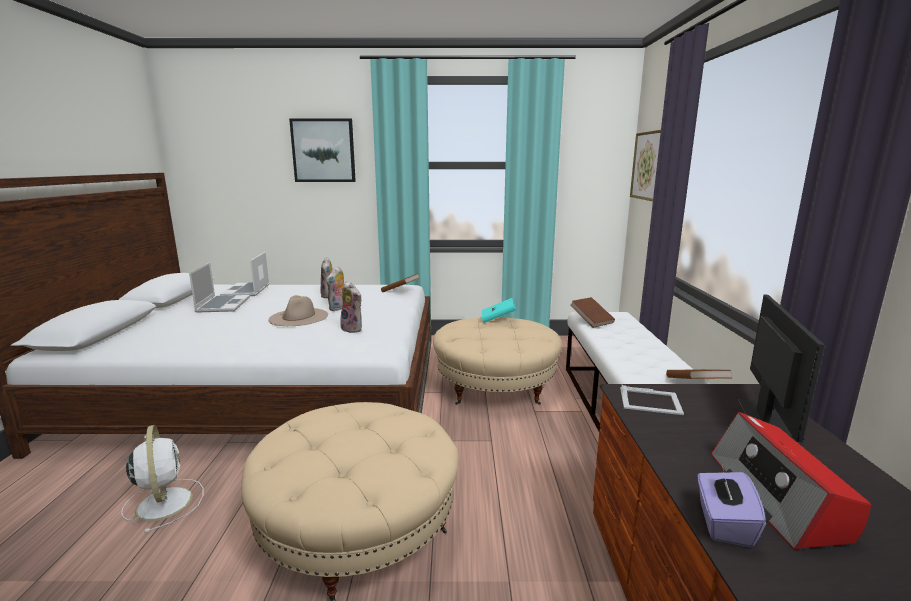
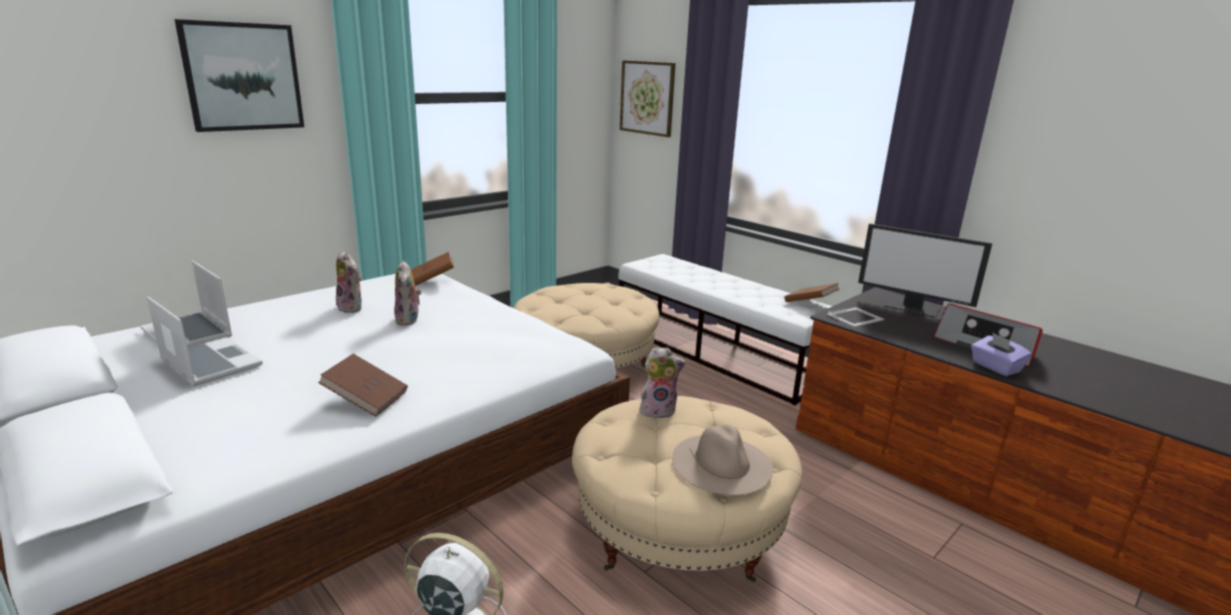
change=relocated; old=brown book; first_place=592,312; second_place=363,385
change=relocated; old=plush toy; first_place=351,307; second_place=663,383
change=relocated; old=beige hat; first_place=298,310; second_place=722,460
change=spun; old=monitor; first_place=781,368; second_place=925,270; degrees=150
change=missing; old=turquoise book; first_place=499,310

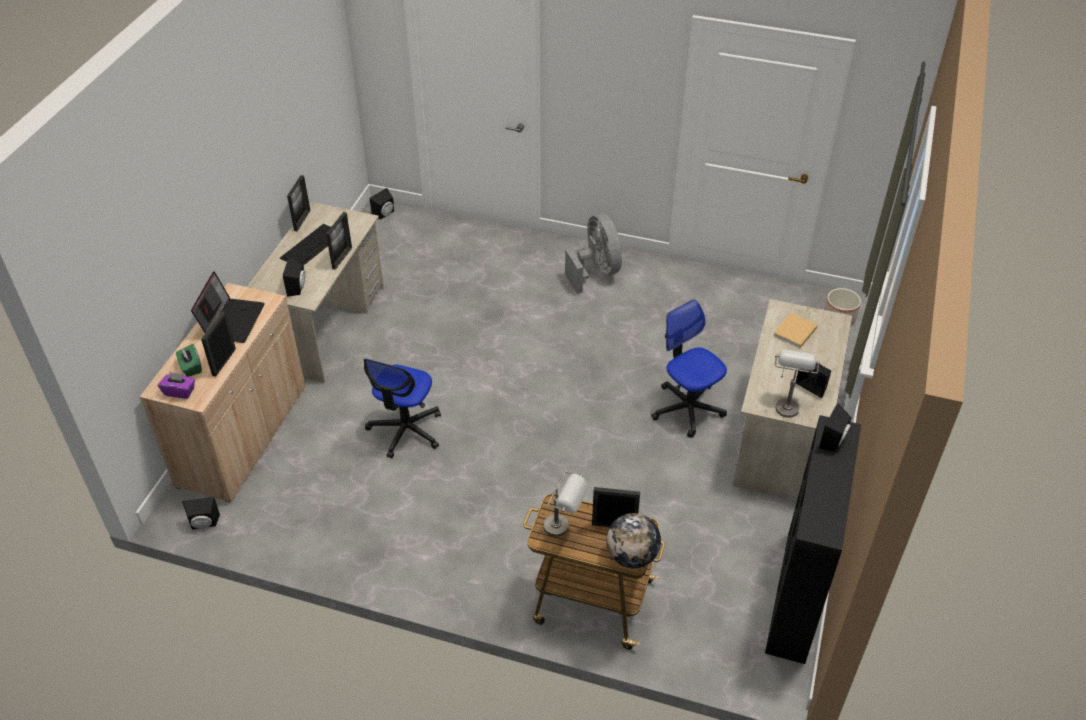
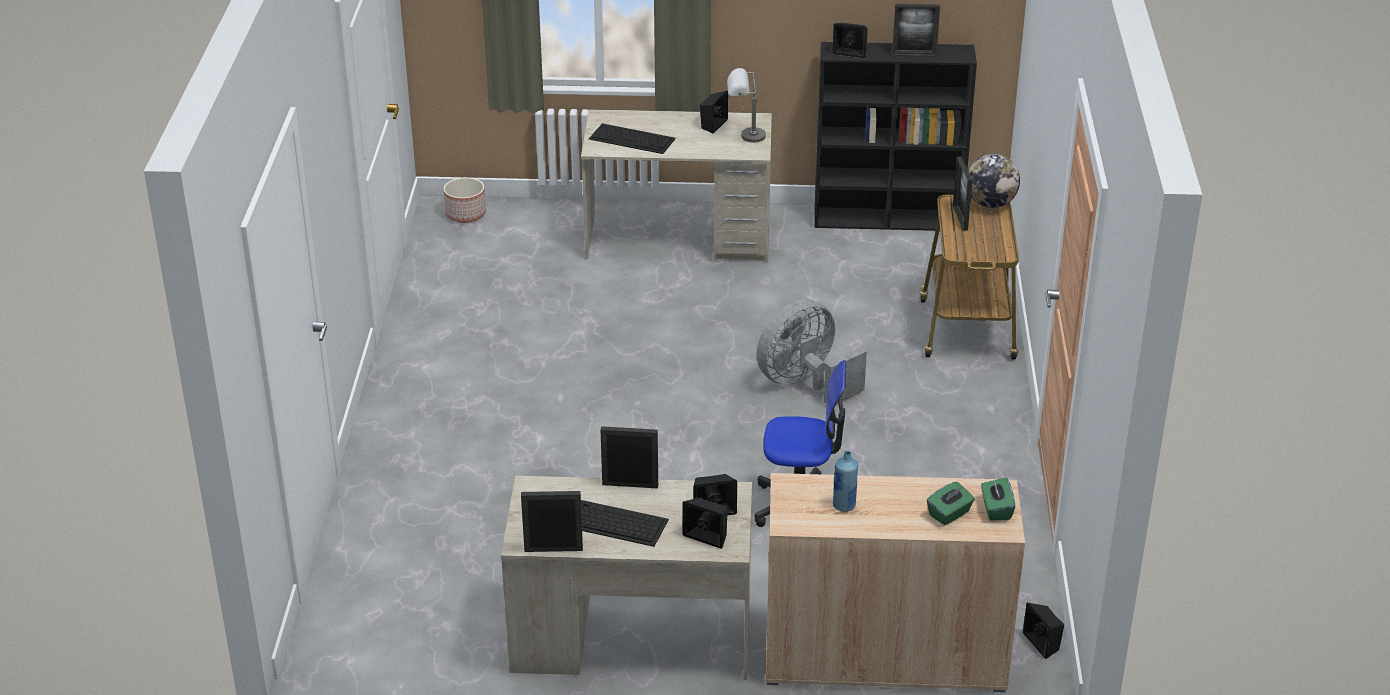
change=exchanged; old=beige book; new=keyboard; first_place=795,330; second_place=632,138
change=relocated; old=black speaker; first_place=382,203; second_place=704,523
change=relocated; old=grey fan; first_place=593,253; second_place=811,351
change=exchanged; old=laptop; new=blue bottle; first_place=228,307; second_place=845,481
change=relocated; old=picture frame; first_place=218,344; second_place=916,30
change=colour; old=purple tissue box; new=green tissue box; first_place=176,385; second_place=998,499
change=missing; old=grey table lamp; first_place=566,504
change=missing; old=office chair; first_place=689,369

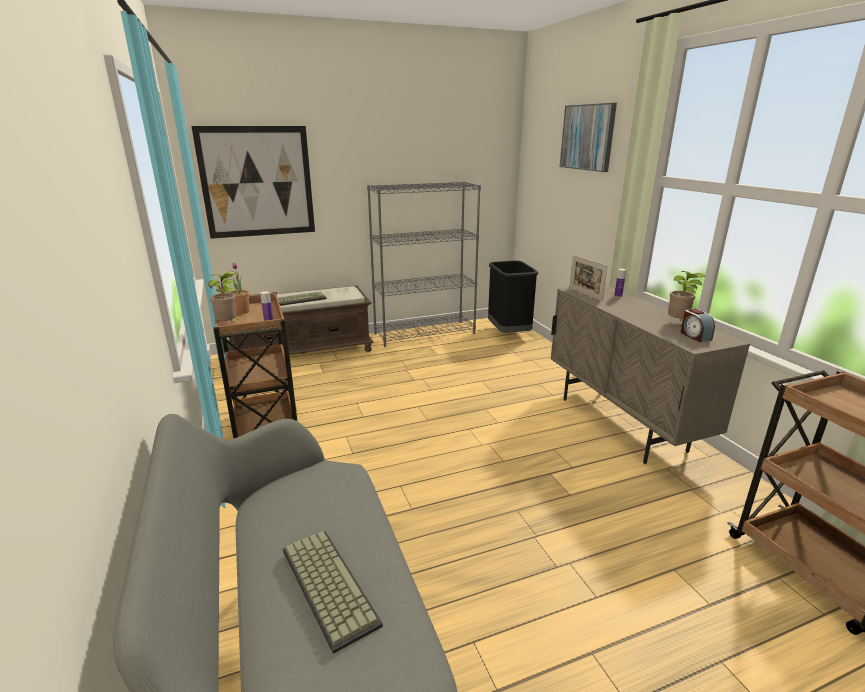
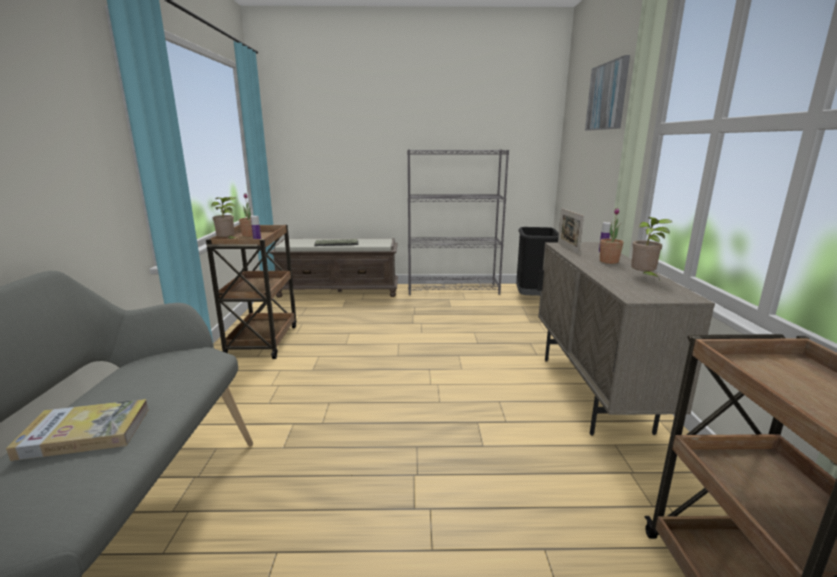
change=exchanged; old=keyboard; new=book; first_place=333,592; second_place=77,430
change=appeared; new=potted plant; second_place=611,236
change=missing; old=picture; first_place=253,182
change=missing; old=alarm clock; first_place=698,325

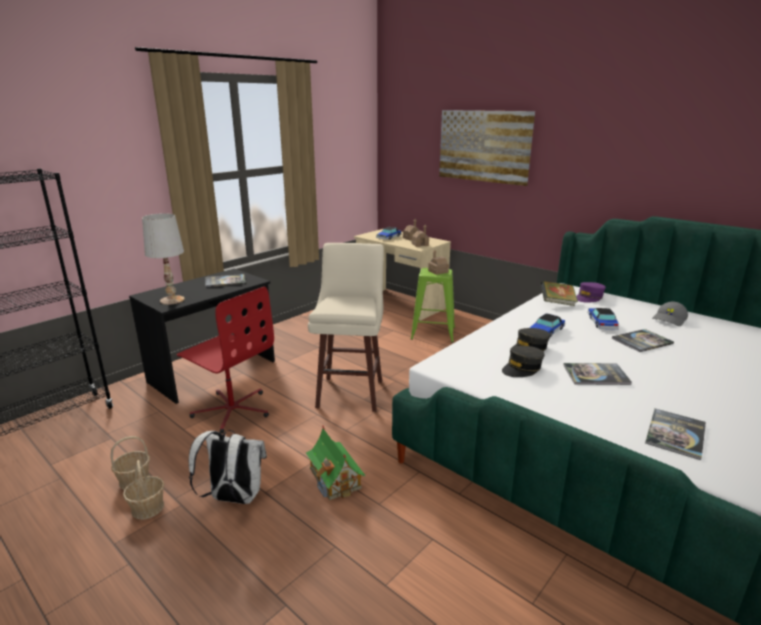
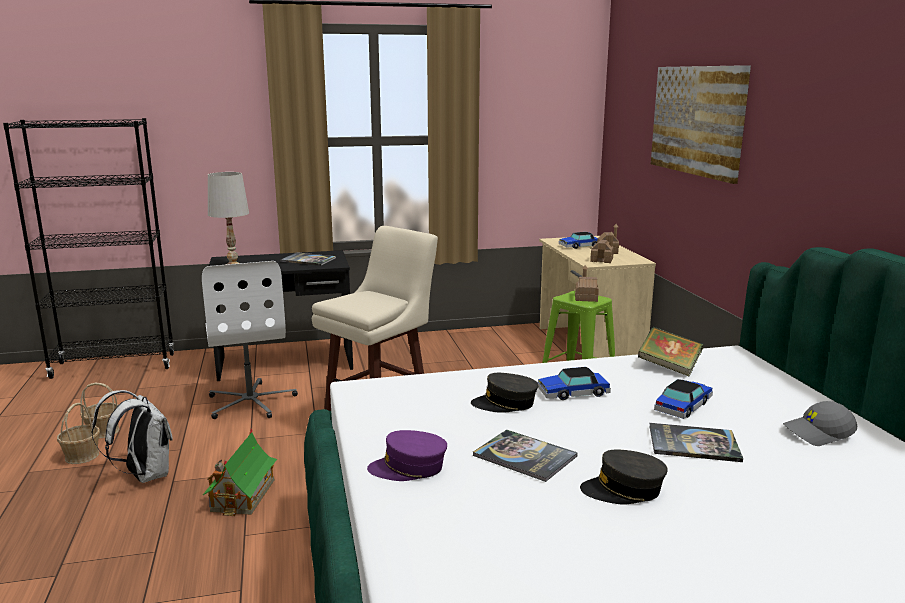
change=colour; old=red office chair; new=white office chair; first_place=225,360; second_place=250,340
change=relocated; old=purple cap; first_place=591,292; second_place=407,455
change=relocated; old=grey cap; first_place=523,361; second_place=624,476
change=missing; old=book; first_place=675,434

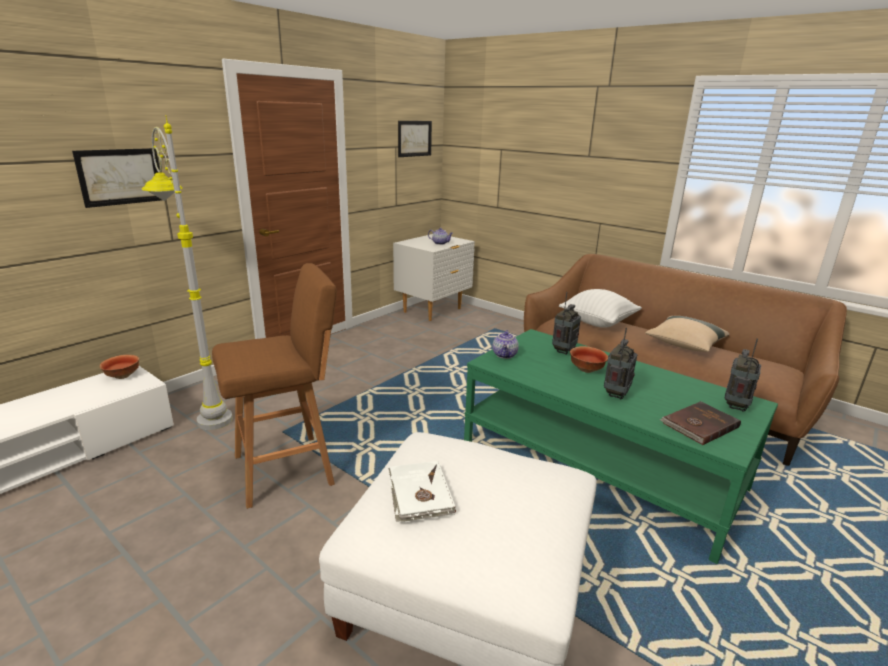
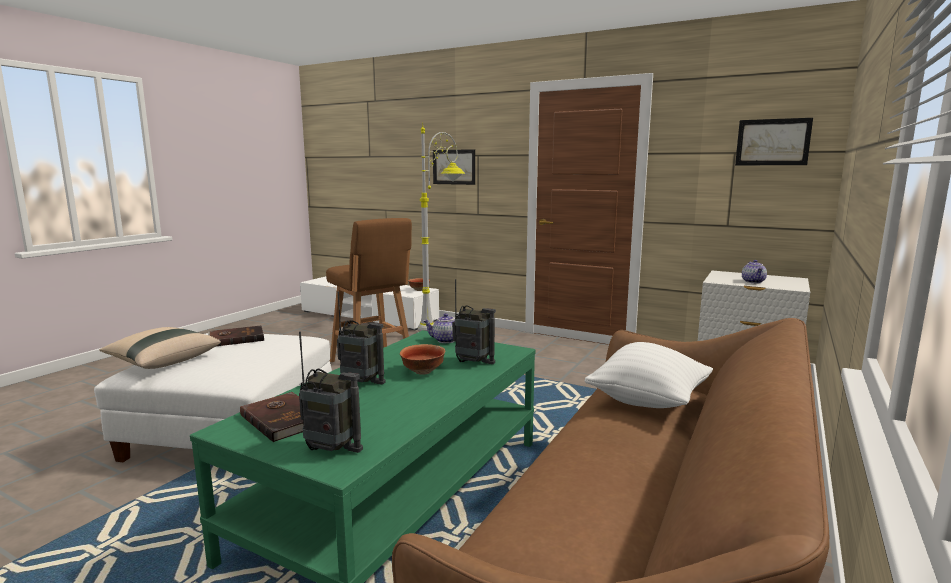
change=relocated; old=beige pillow; first_place=687,334; second_place=160,348
change=colour; old=white book; new=brown book; first_place=422,491; second_place=236,335

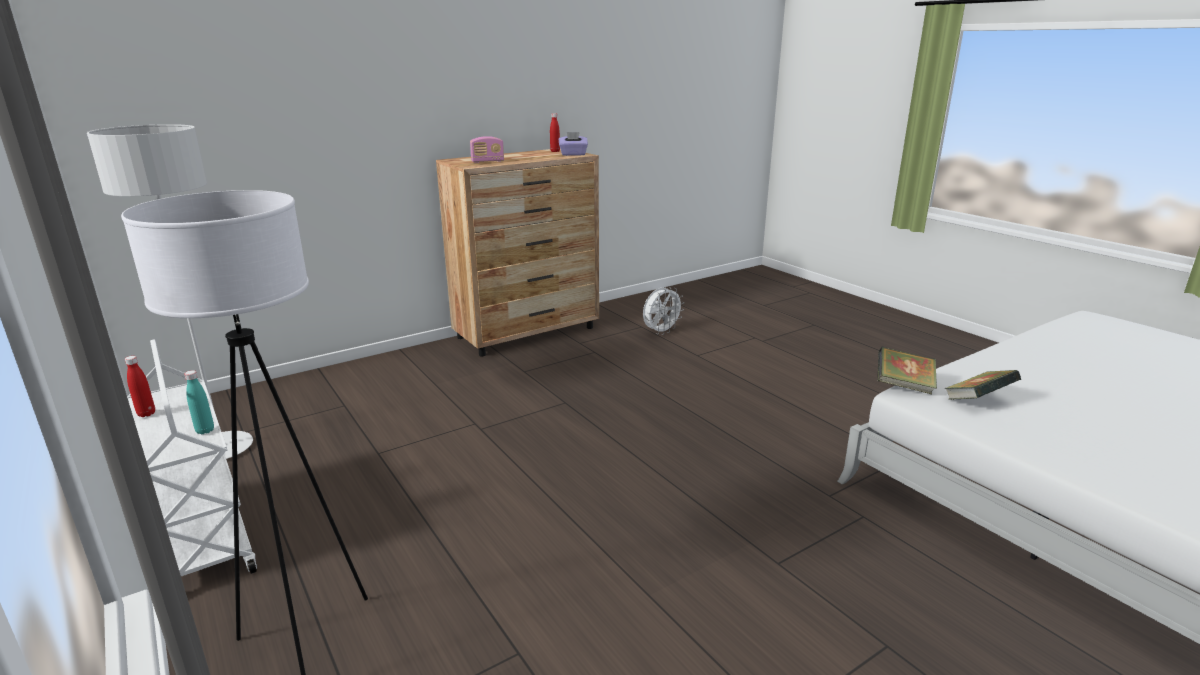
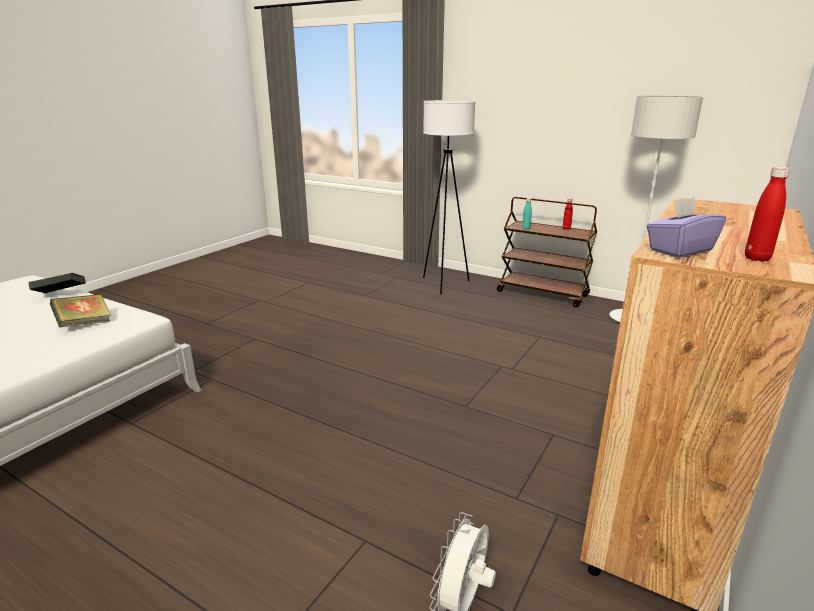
change=relocated; old=book; first_place=907,370; second_place=57,283
change=colour; old=white cart; new=brown cart; first_place=192,457; second_place=547,252
change=missing; old=radio; first_place=487,149

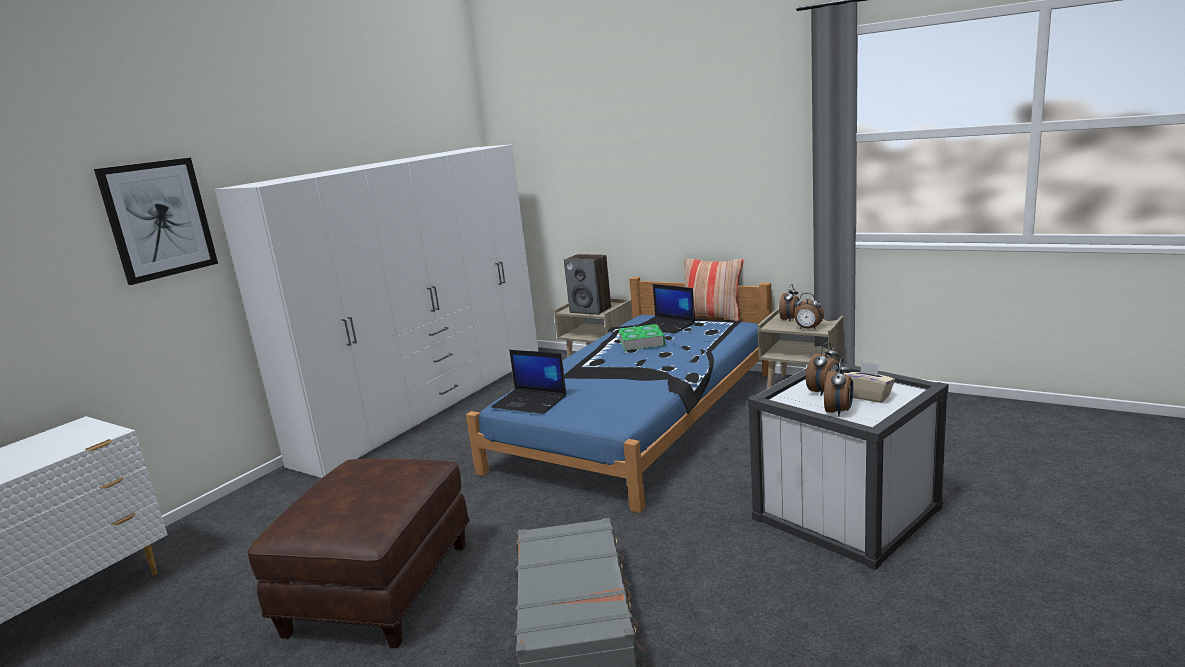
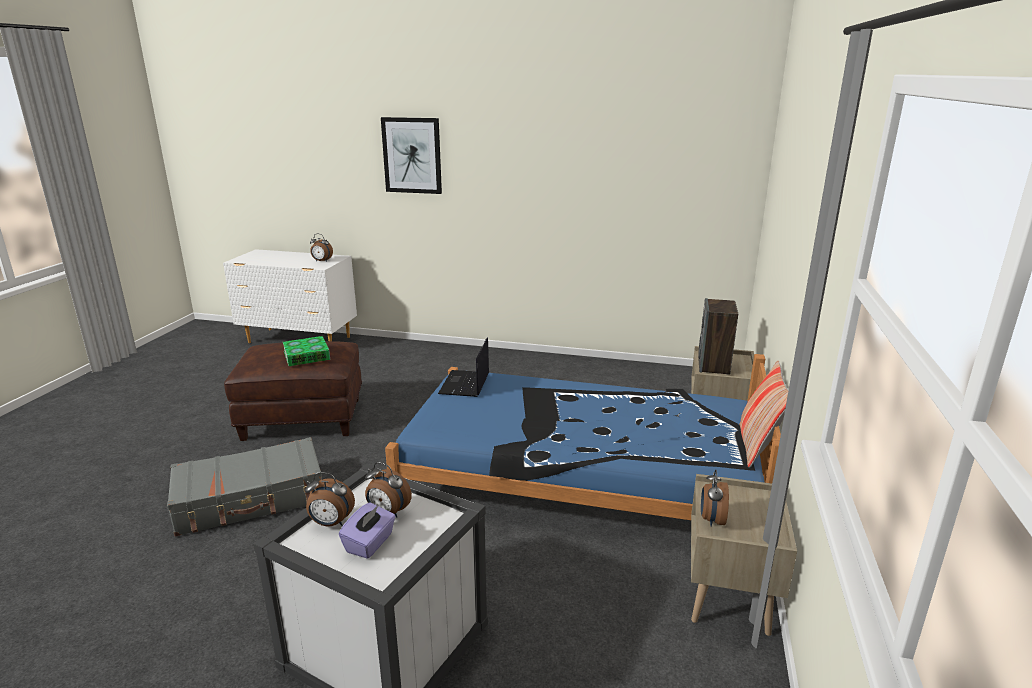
change=relocated; old=book; first_place=641,337; second_place=306,351
change=relocated; old=alarm clock; first_place=789,303; second_place=321,248
change=colour; old=beige tissue box; new=purple tissue box; first_place=870,382; second_place=367,530
change=missing; old=white wardrobe; first_place=377,311
change=missing; old=laptop; first_place=665,309

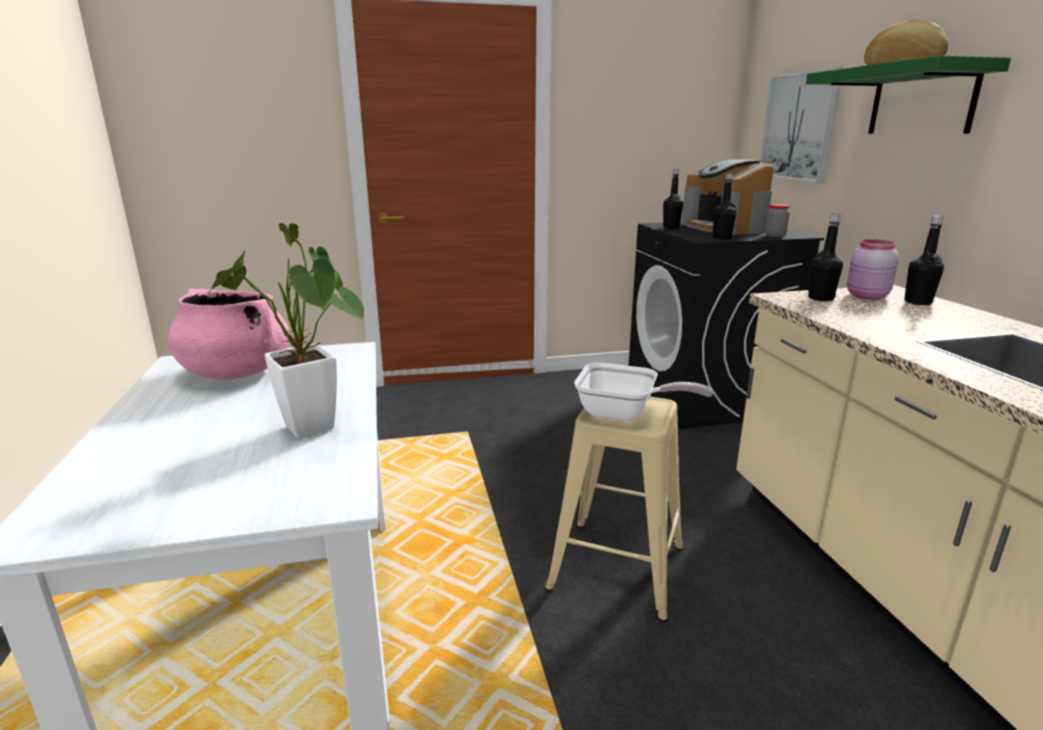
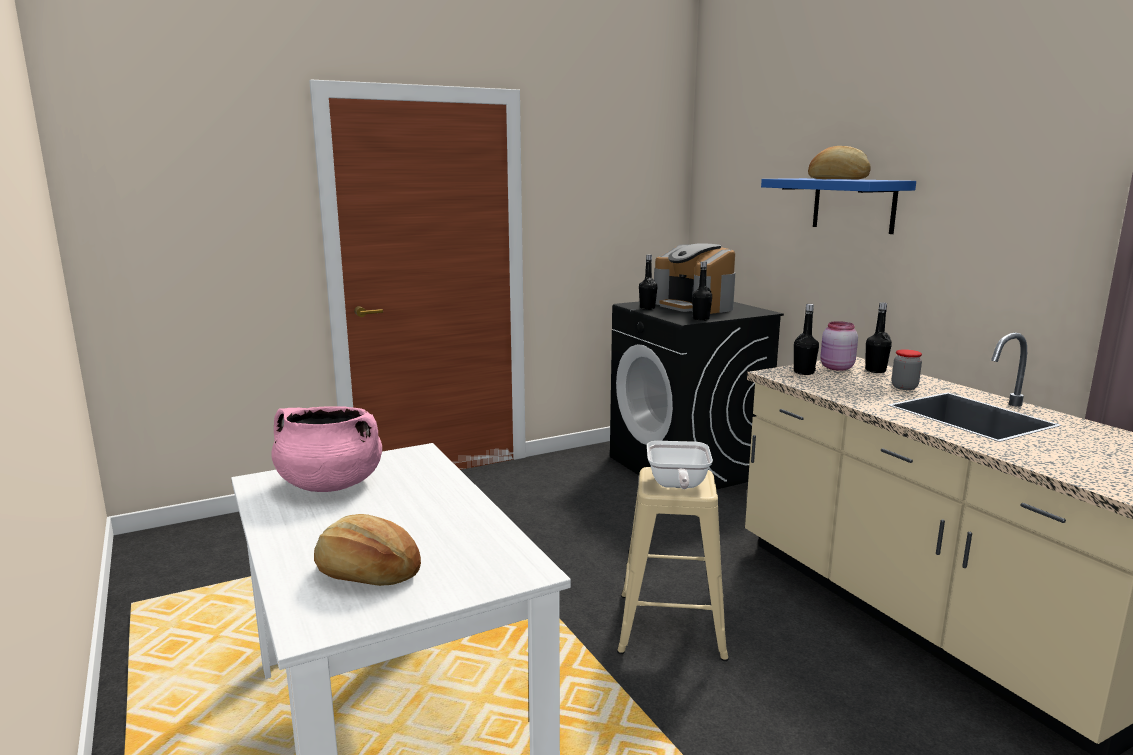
change=appeared; new=bread; second_place=367,550
change=spun; old=frying pan; first_place=643,391; second_place=680,465; degrees=90
change=colour; old=green shelf; new=blue shelf; first_place=908,94; second_place=838,206
change=relocated; old=jar; first_place=777,220; second_place=907,369
change=missing; old=potted plant; first_place=286,330
change=missing; old=picture; first_place=801,125

